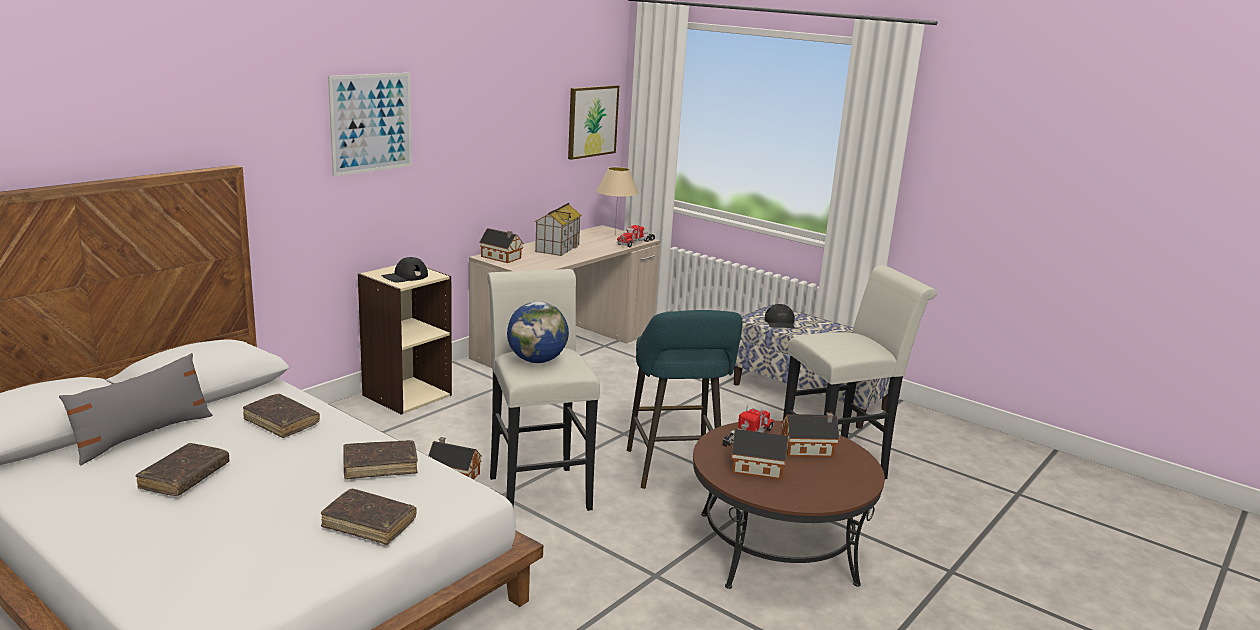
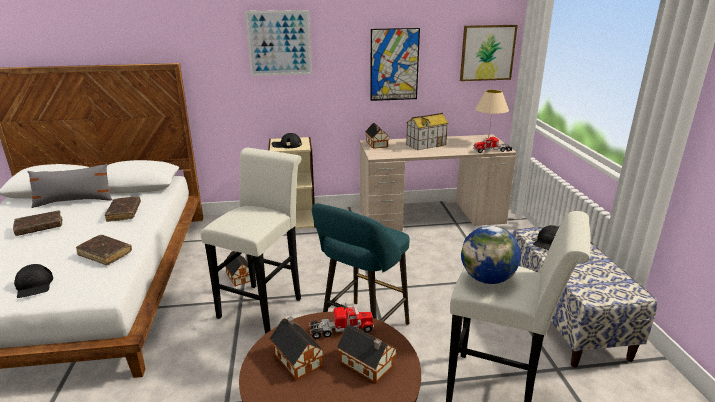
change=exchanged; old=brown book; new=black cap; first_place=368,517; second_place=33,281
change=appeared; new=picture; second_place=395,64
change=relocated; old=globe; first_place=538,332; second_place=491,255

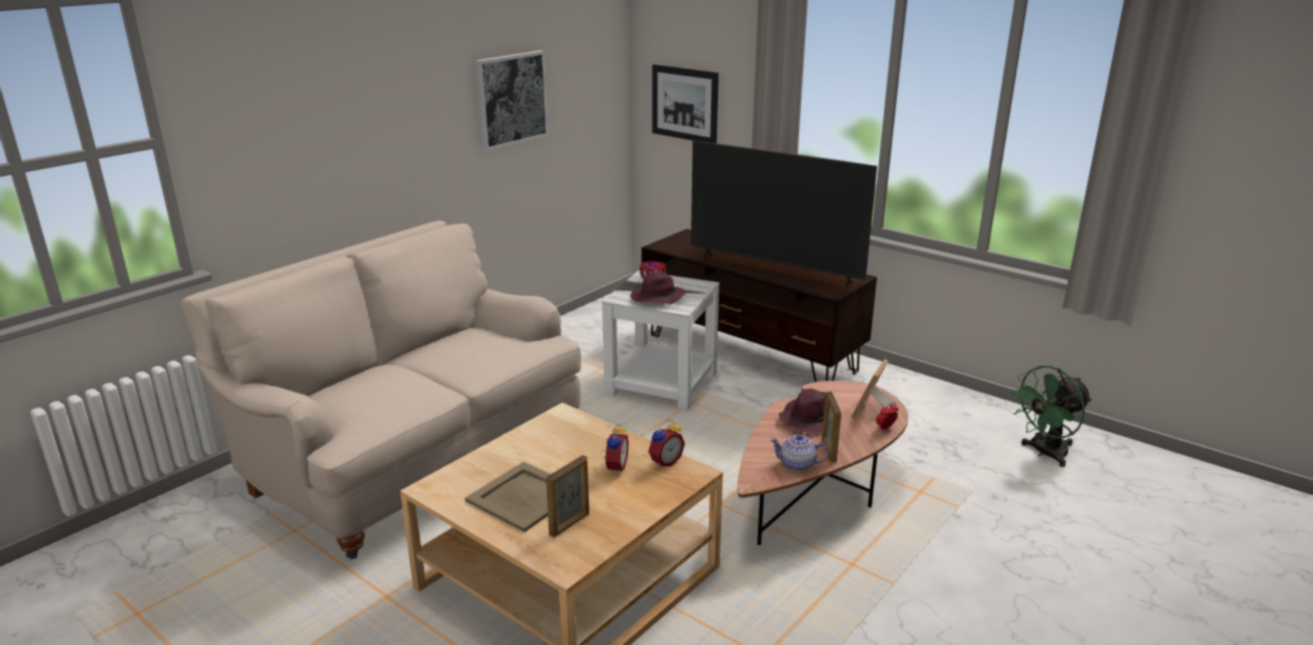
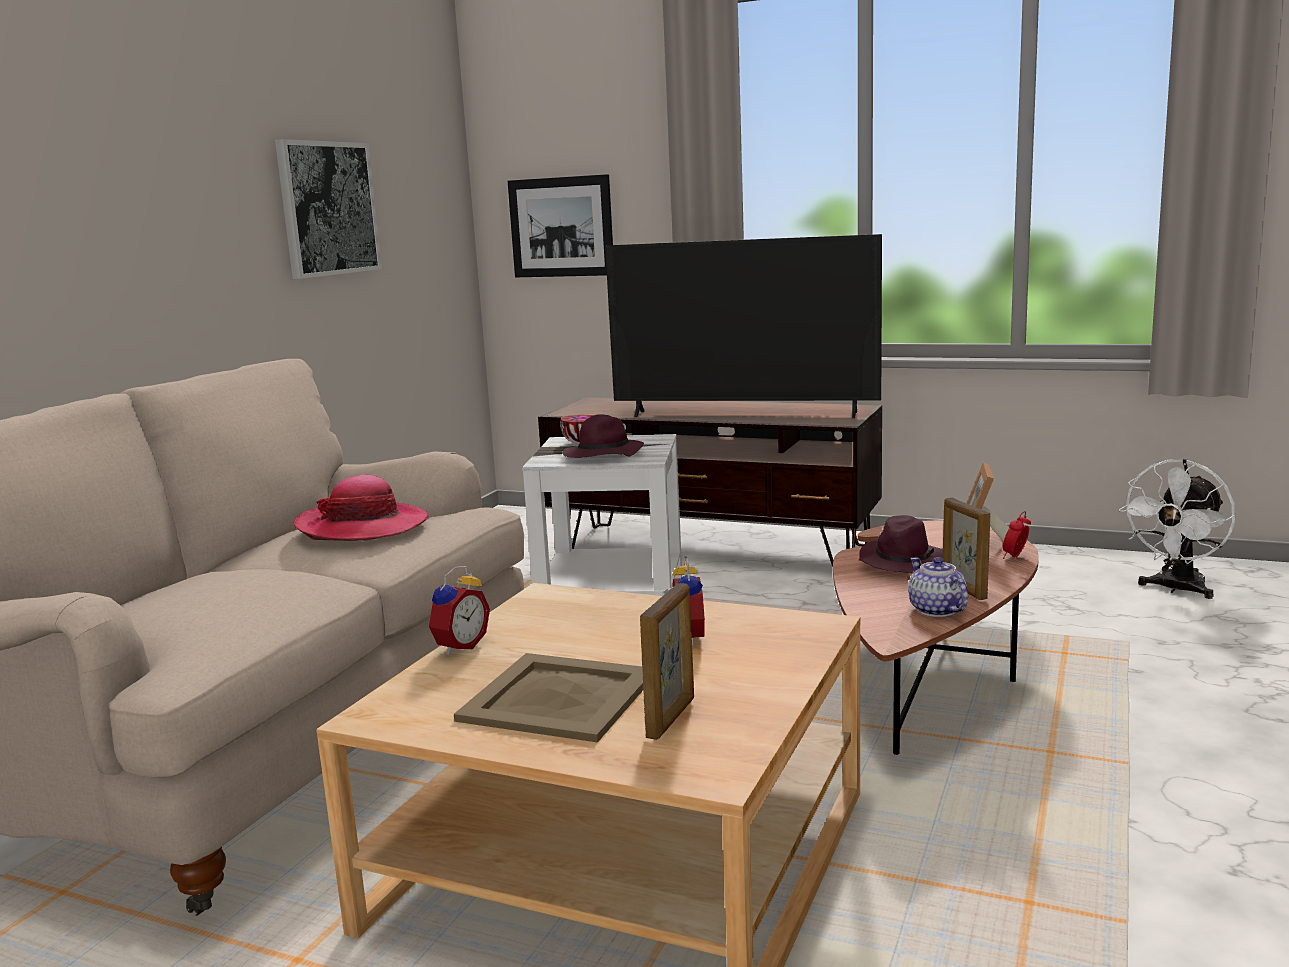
change=appeared; new=hat; second_place=361,507
change=relocated; old=alarm clock; first_place=666,444; second_place=459,610
change=spun; old=teapot; first_place=799,452; second_place=938,587; degrees=75
change=colour; old=green fan; new=white fan; first_place=1051,416; second_place=1177,529

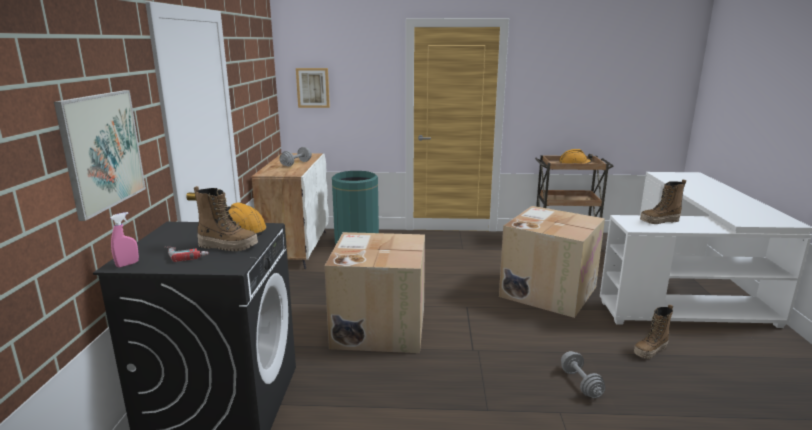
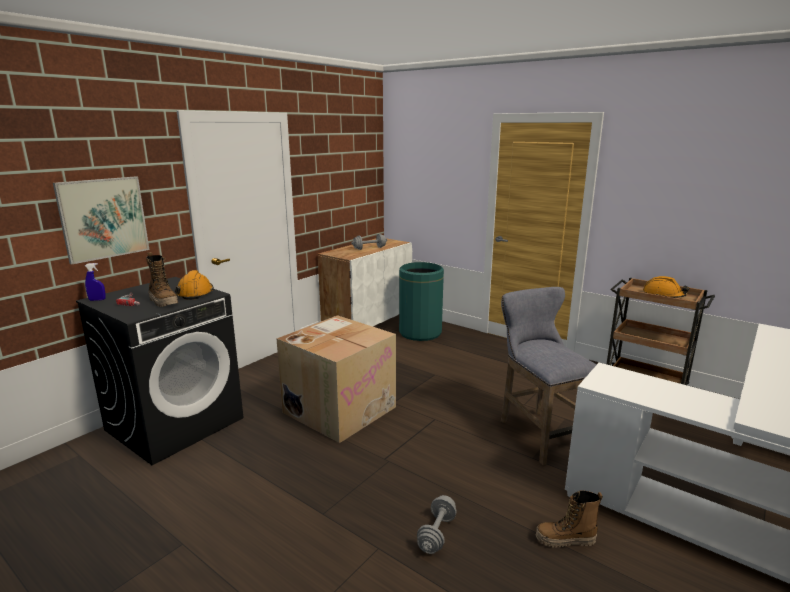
change=colour; old=pink spray bottle; new=blue spray bottle; first_place=125,239; second_place=95,282
change=exchanged; old=cardboard box; new=grey stool; first_place=552,262; second_place=548,376
change=missing; old=picture; first_place=313,88
change=missing; old=boot; first_place=663,201

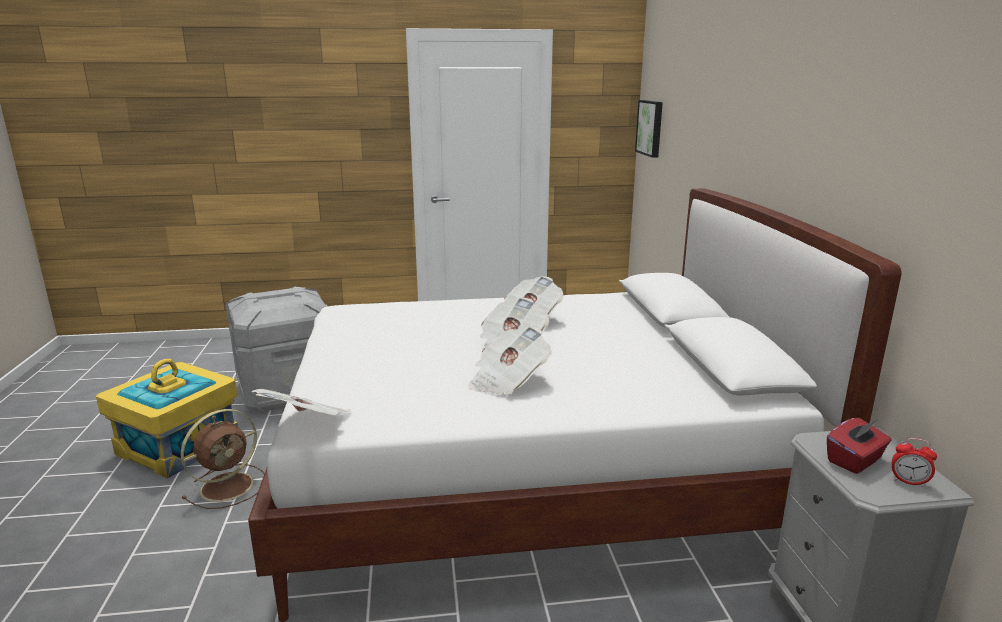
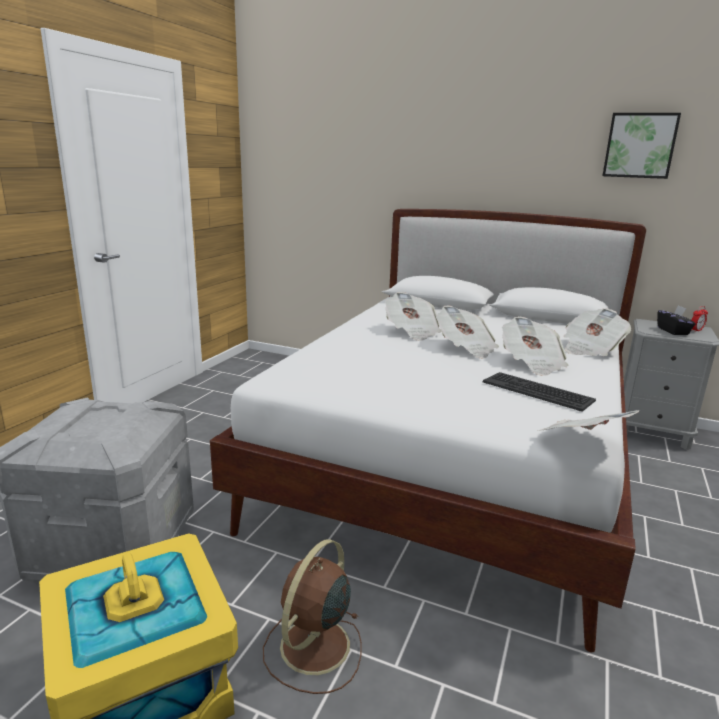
change=spun; old=brown fan; first_place=223,459; second_place=312,616; degrees=-135
change=appeared; new=keyboard; second_place=539,392
change=appeared; new=newspaper; second_place=597,332
change=relocated; old=picture; first_place=649,128; second_place=641,146
change=colour; old=red tissue box; new=black tissue box; first_place=859,446; second_place=676,320

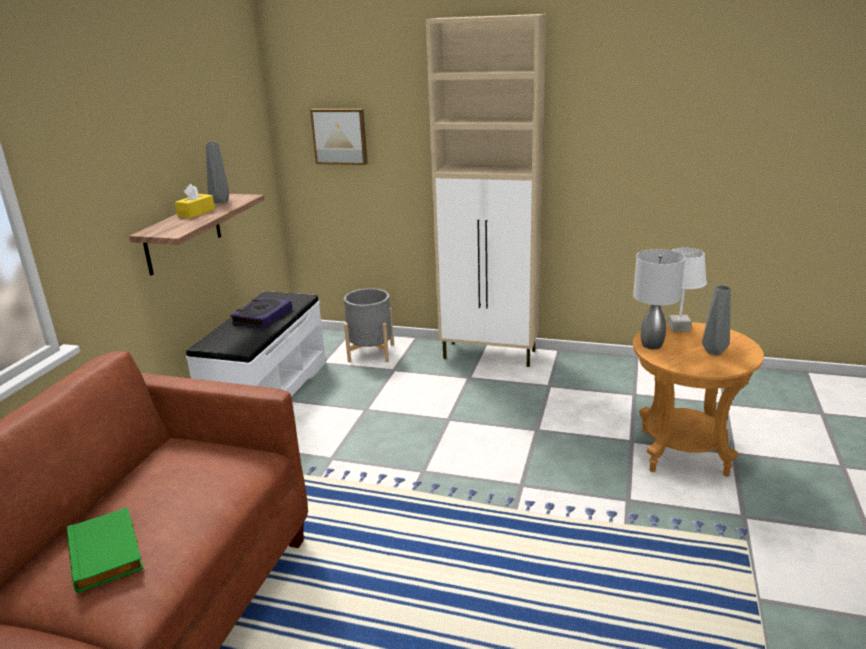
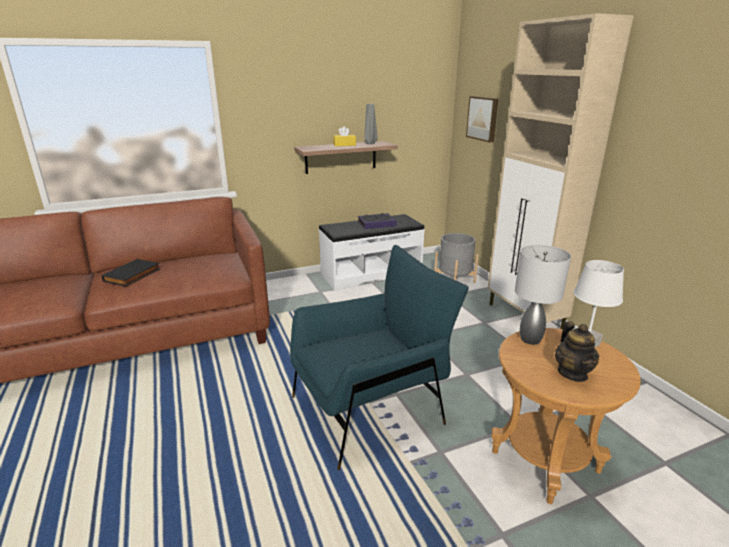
change=colour; old=green book; new=black book; first_place=105,550; second_place=131,272
change=appeared; new=blue armchair; second_place=379,357
change=exchanged; old=grey vase; new=teapot; first_place=716,320; second_place=577,351

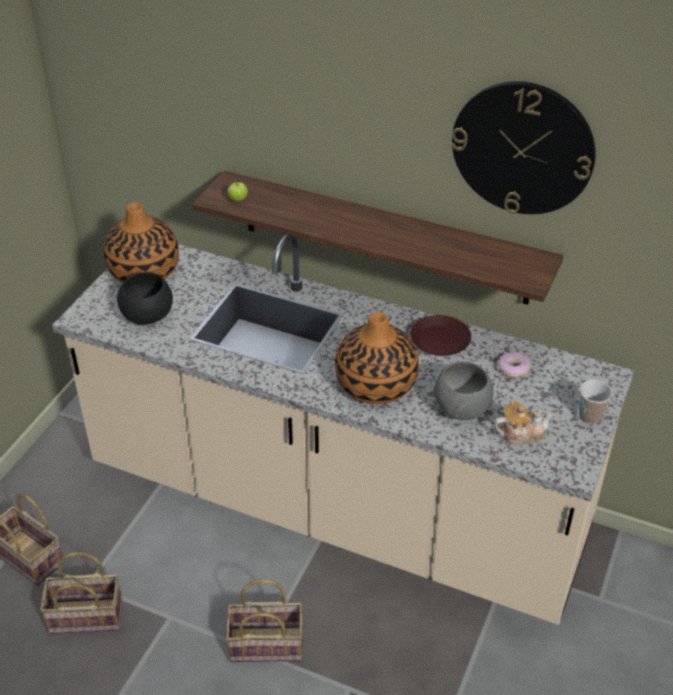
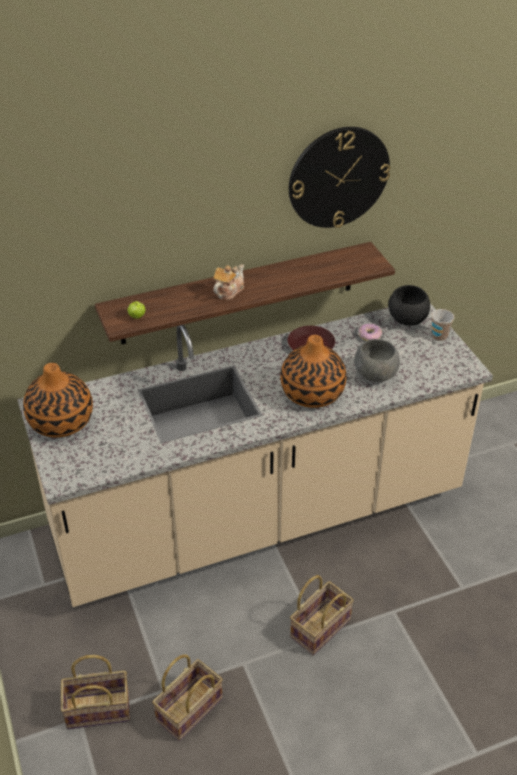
change=relocated; old=teapot; first_place=524,422; second_place=228,282
change=relocated; old=black bowl; first_place=145,298; second_place=409,305

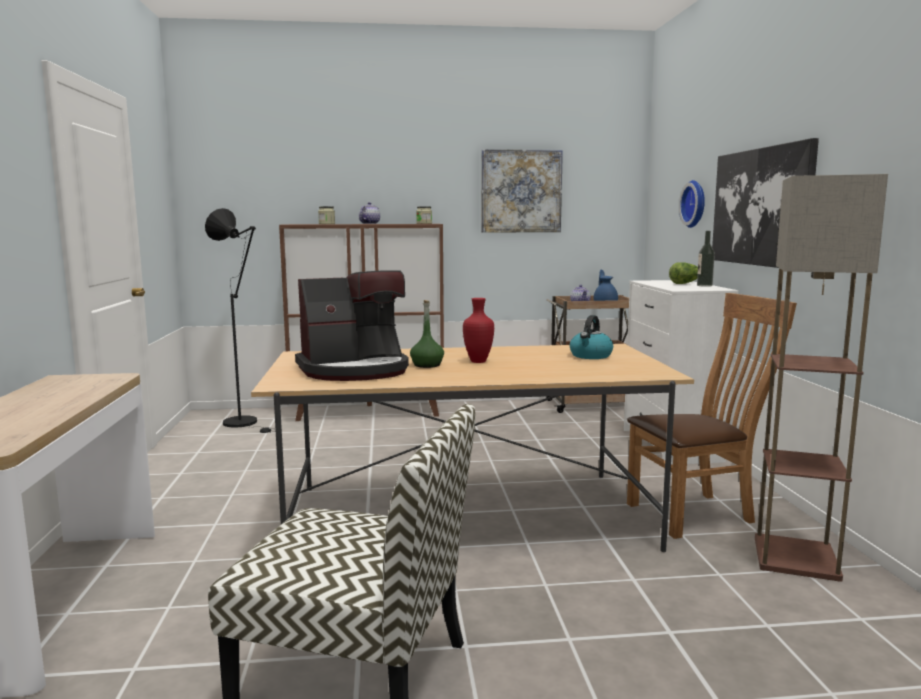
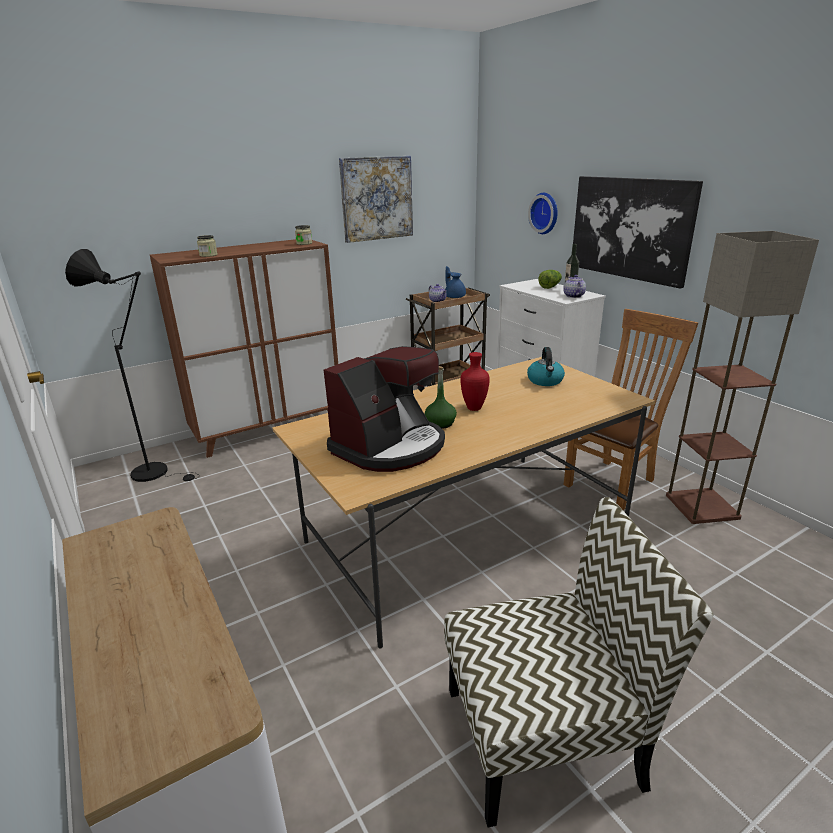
change=relocated; old=teapot; first_place=369,213; second_place=574,286

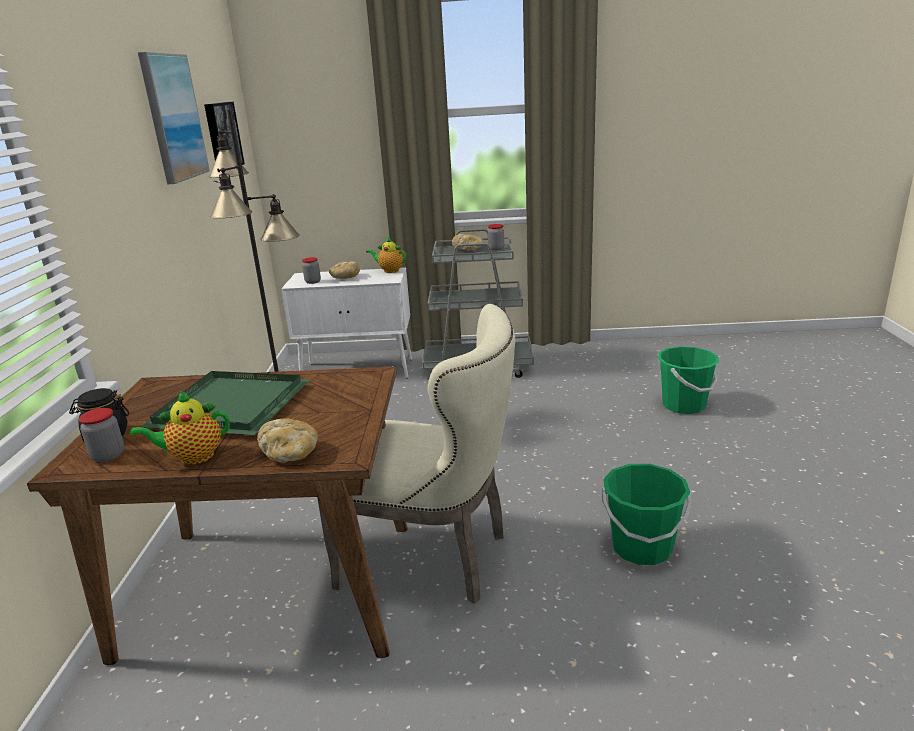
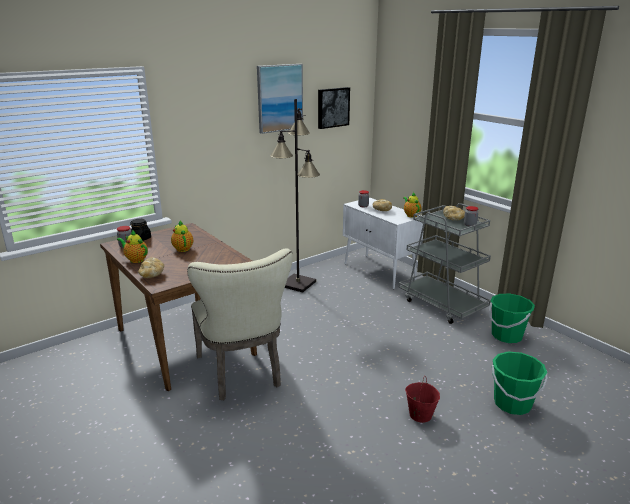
change=exchanged; old=green tray; new=teapot; first_place=225,403; second_place=182,236
change=appeared; new=red bucket; second_place=422,399
change=relocated; old=green bucket; first_place=647,514; second_place=512,318

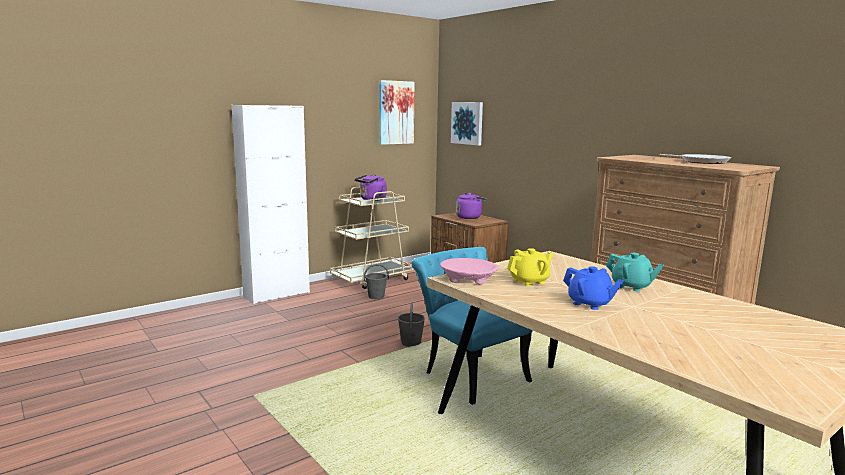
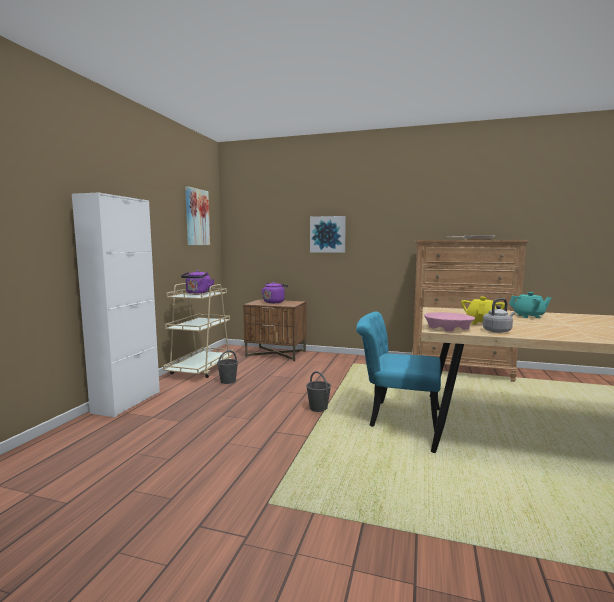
change=relocated; old=picture; first_place=467,124; second_place=328,234
change=appeared; new=grey kettle; second_place=498,315
change=missing; old=blue teapot; first_place=593,288

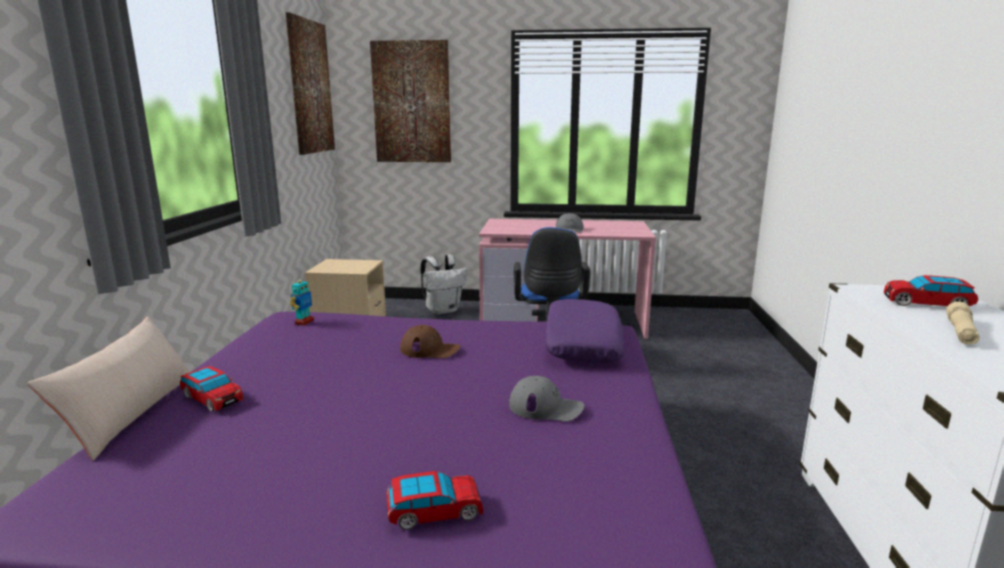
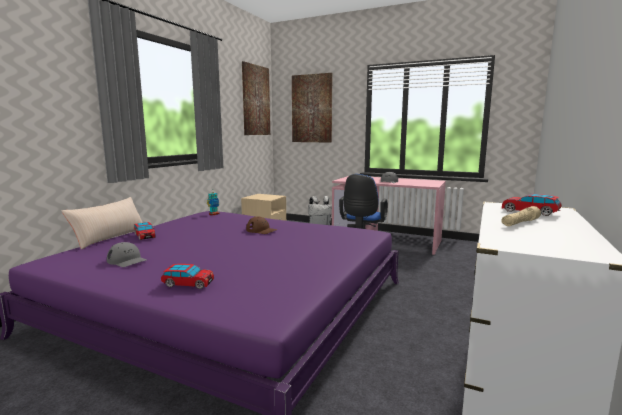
change=relocated; old=grey cap; first_place=546,398; second_place=127,254
change=missing; old=purple pillow; first_place=584,331

